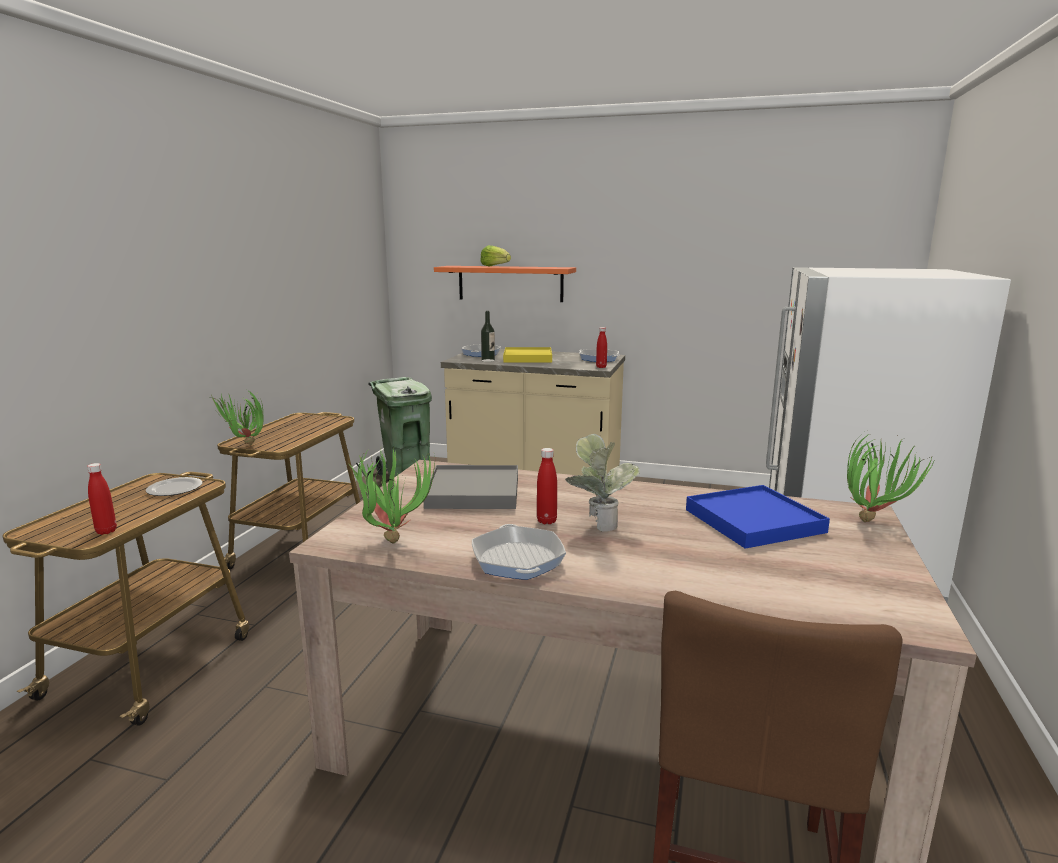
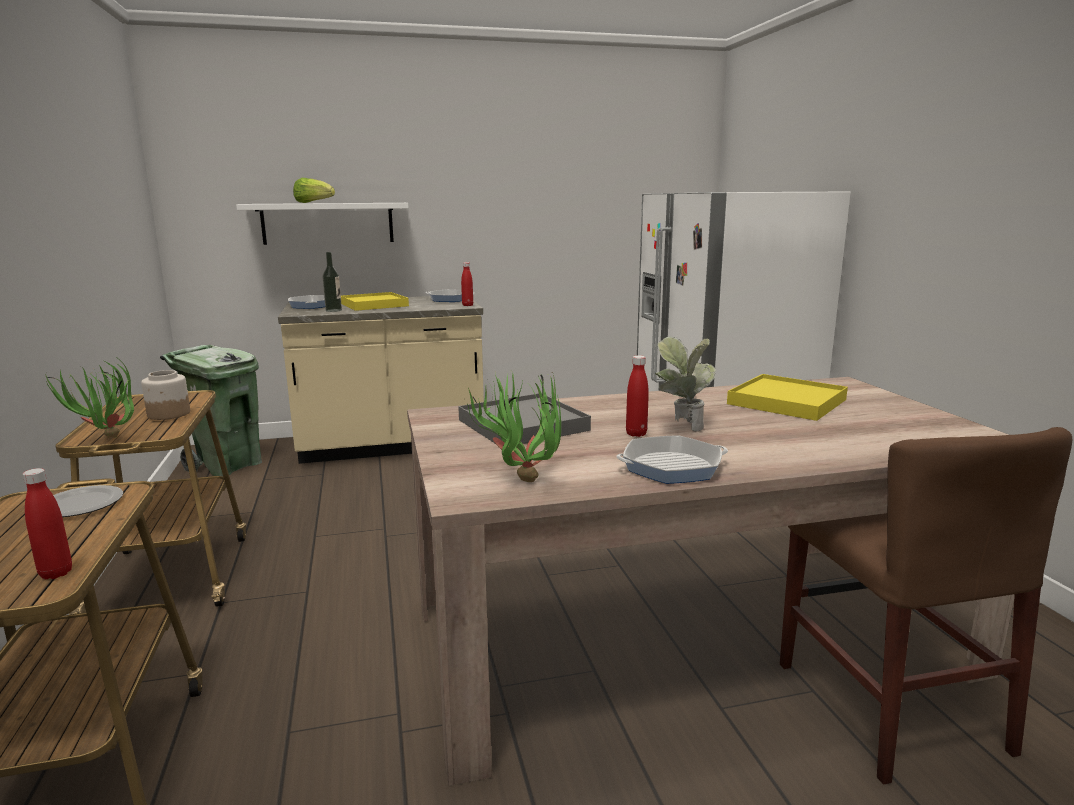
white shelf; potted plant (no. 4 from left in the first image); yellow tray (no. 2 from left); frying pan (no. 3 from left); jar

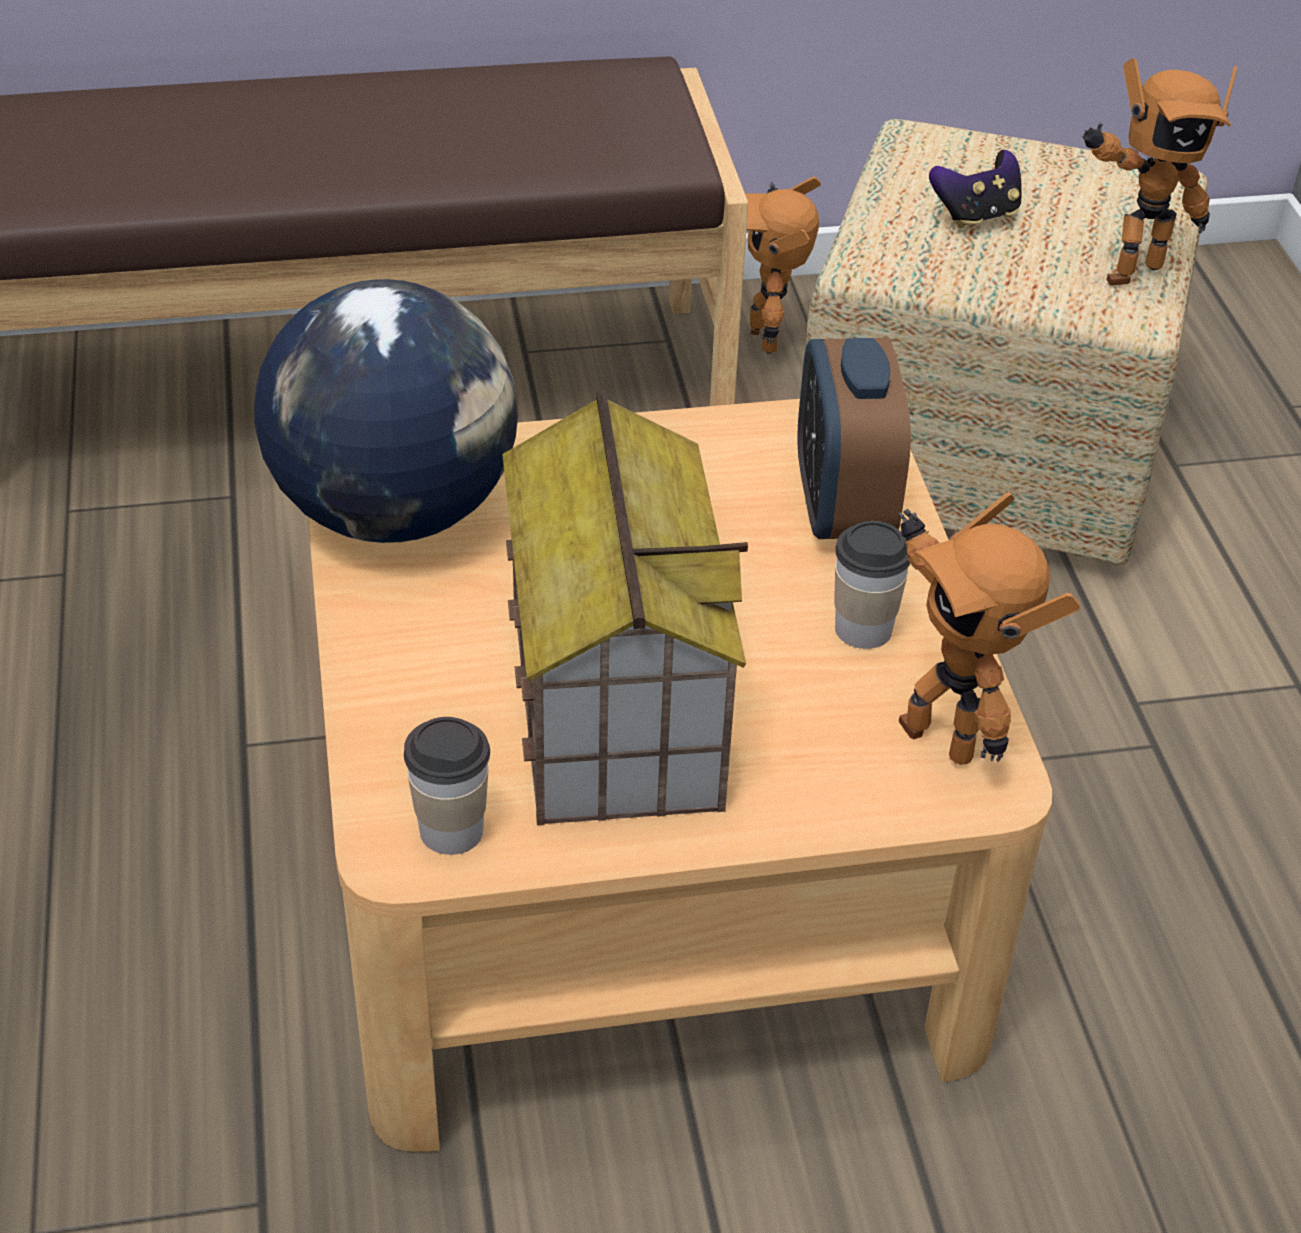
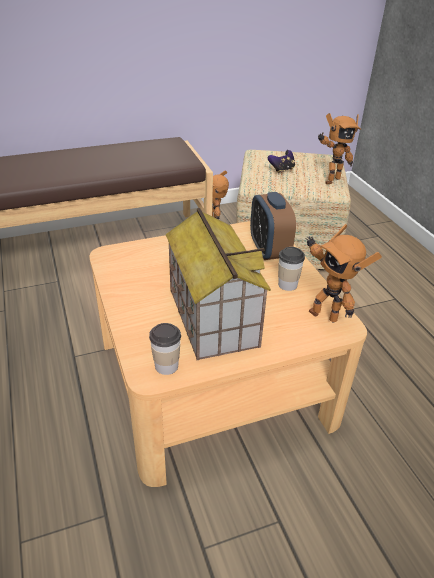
globe

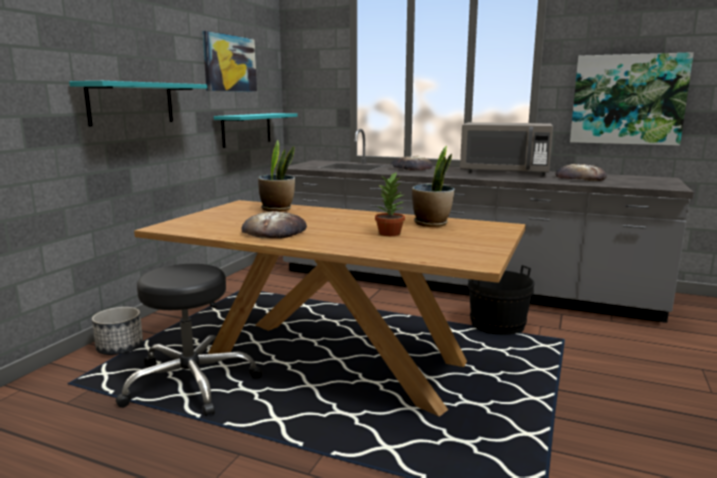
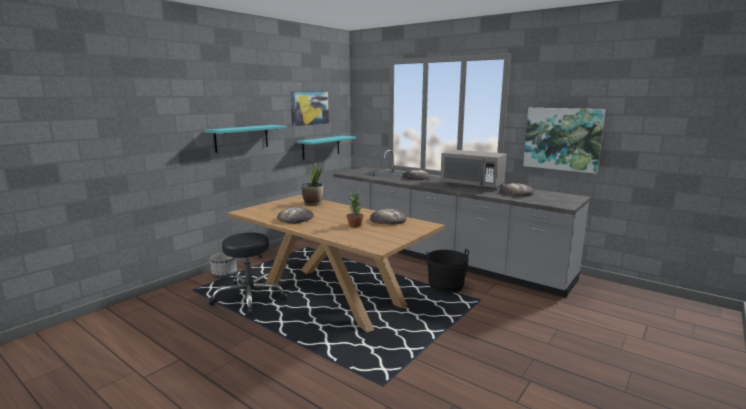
bread (no. 2 from left)

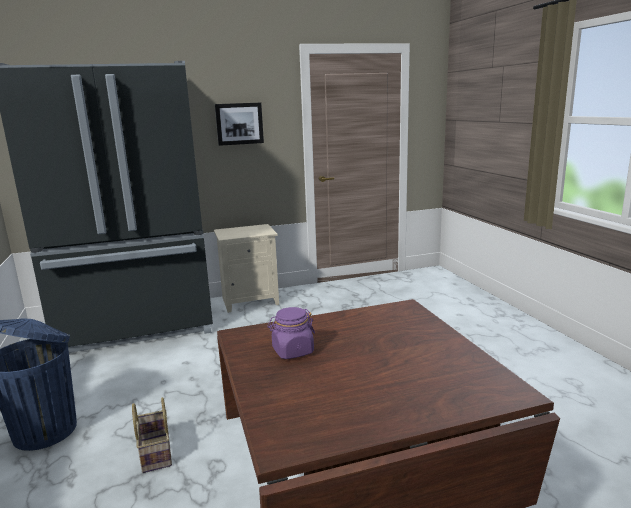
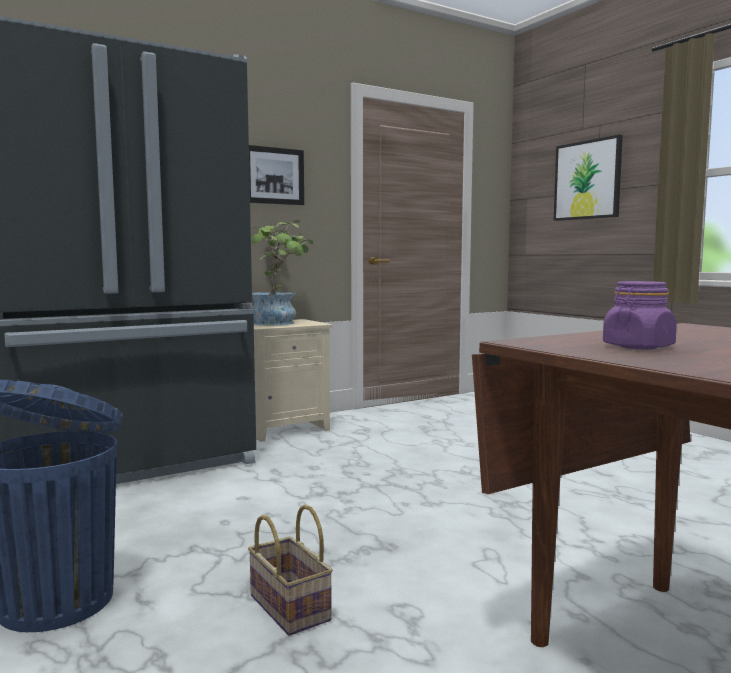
picture (no. 2 from left); potted plant

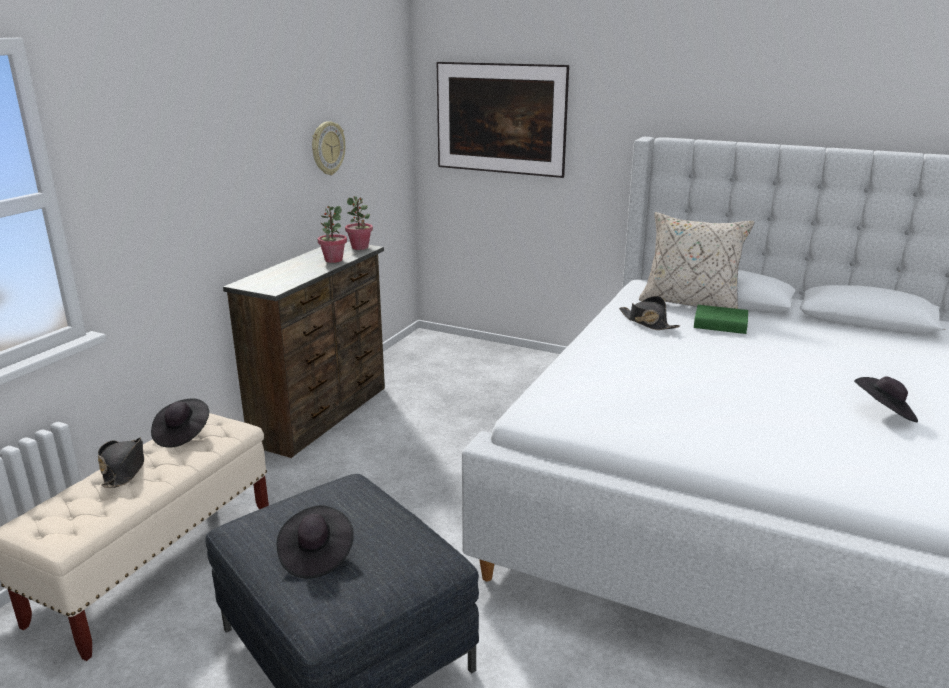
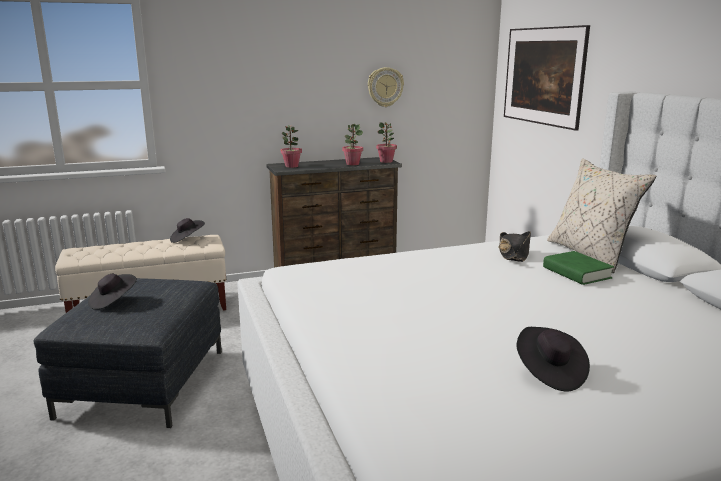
black hat (no. 1 from left in the first image); potted plant (no. 1 from left)

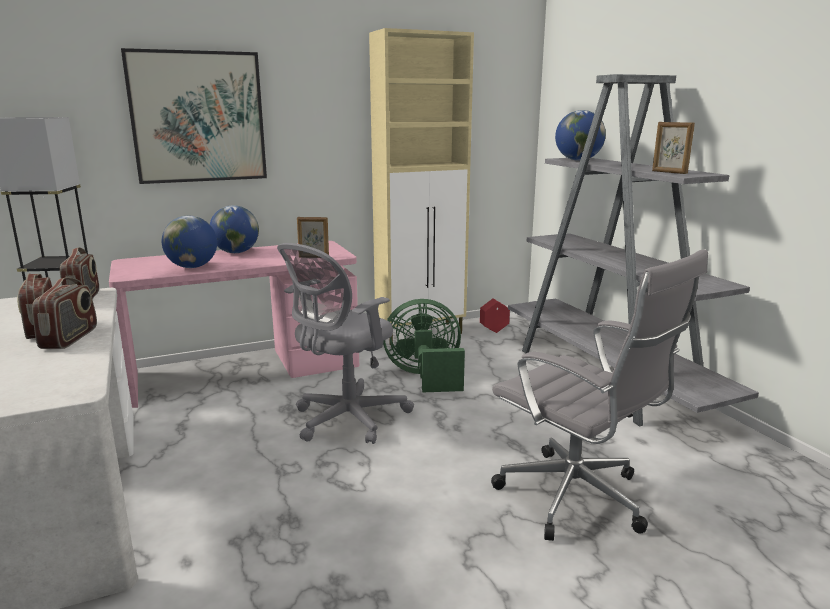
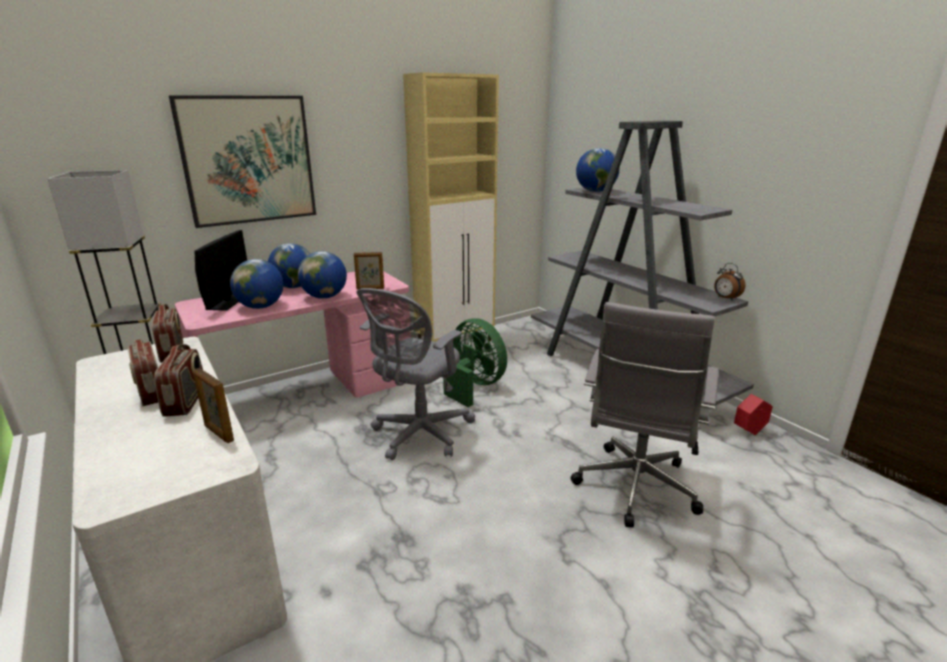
picture frame (no. 1 from left); grey office chair (no. 2 from left); red planter; green fan; monitor; globe (no. 3 from left); alarm clock

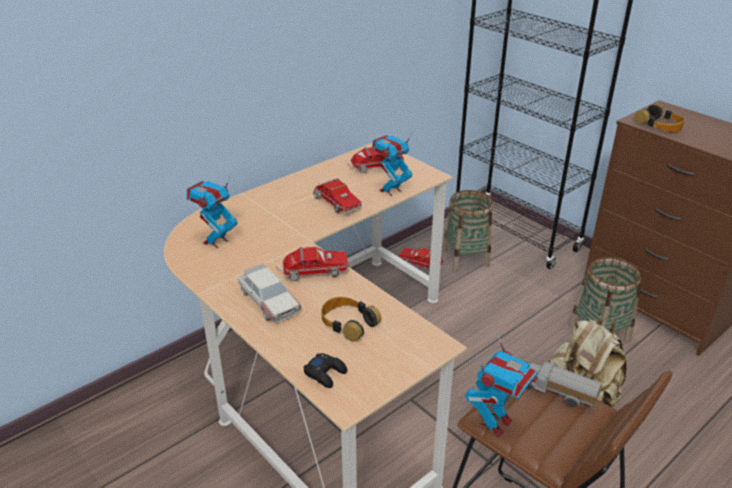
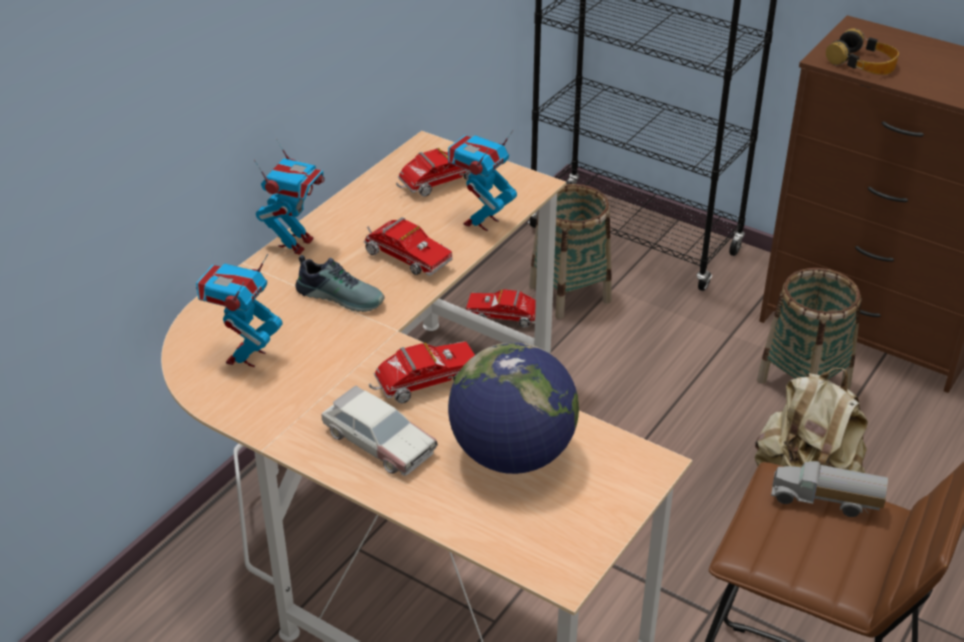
globe; toy robot (no. 2 from left); black game controller; shoe

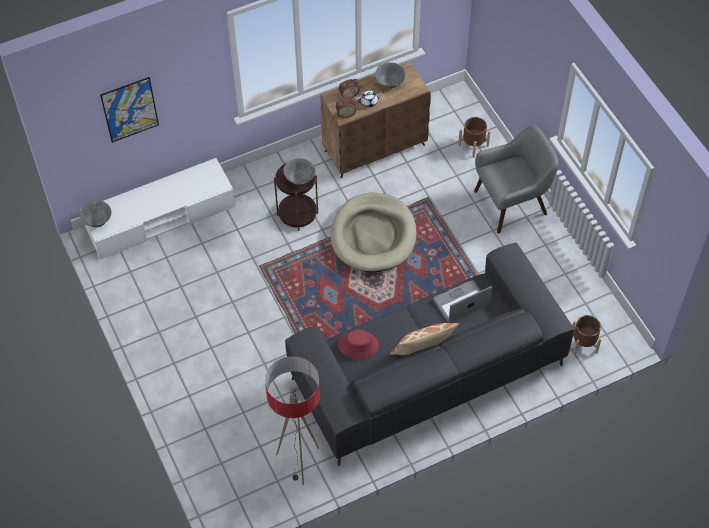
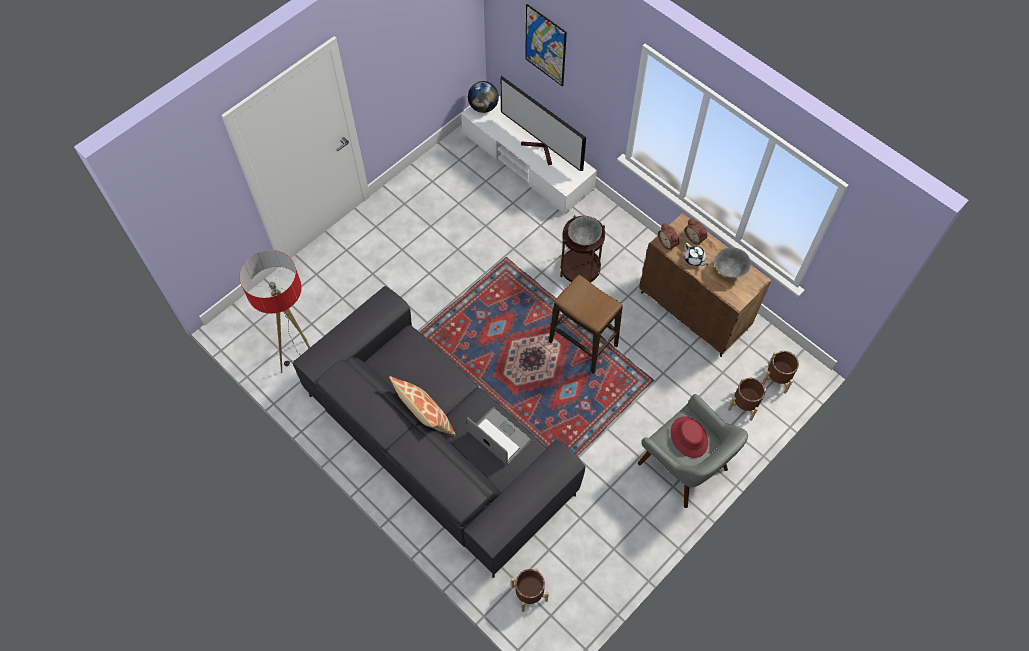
stool; globe; red hat; television; brown planter (no. 3 from left)

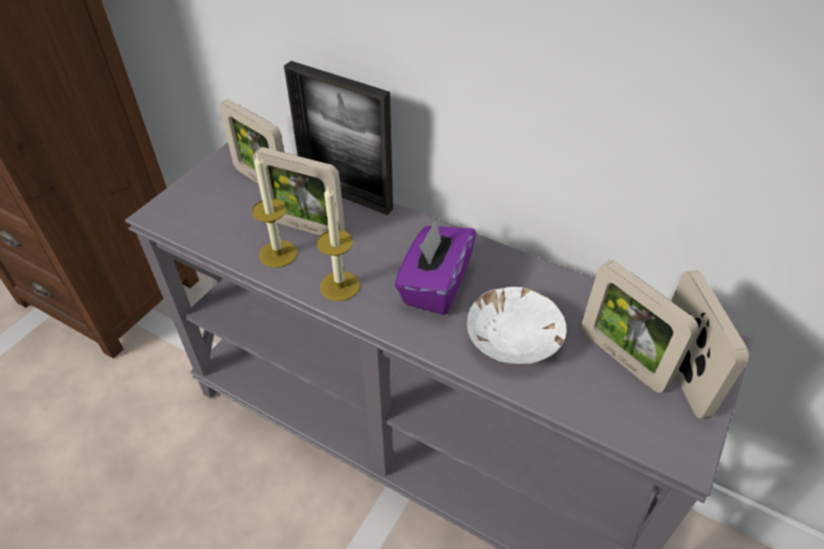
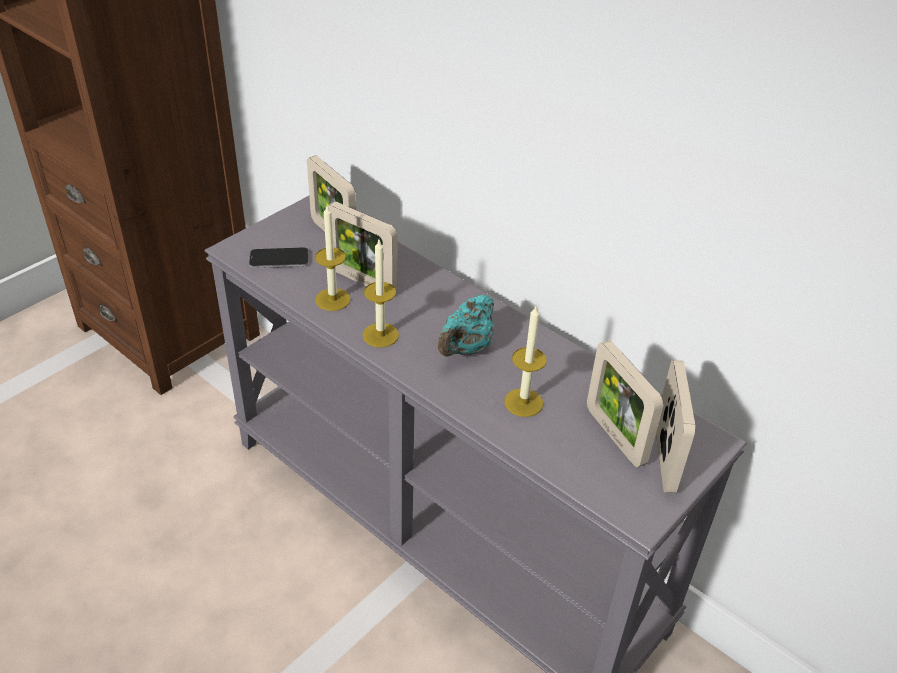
picture frame (no. 3 from left in the first image); turquoise teapot; candle (no. 3 from left); phone

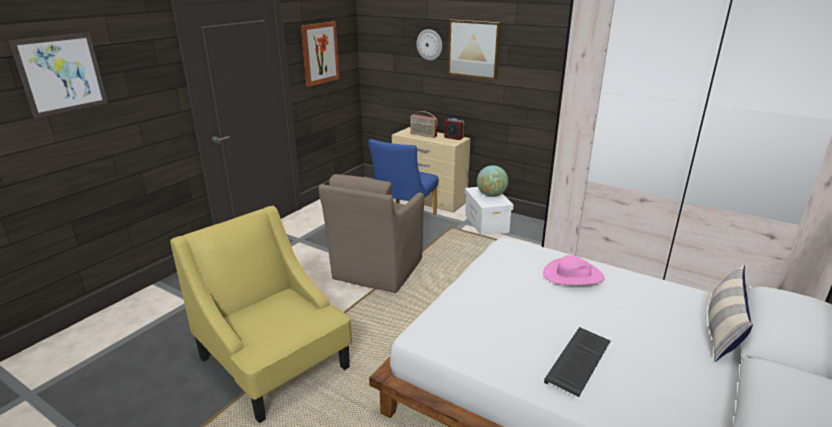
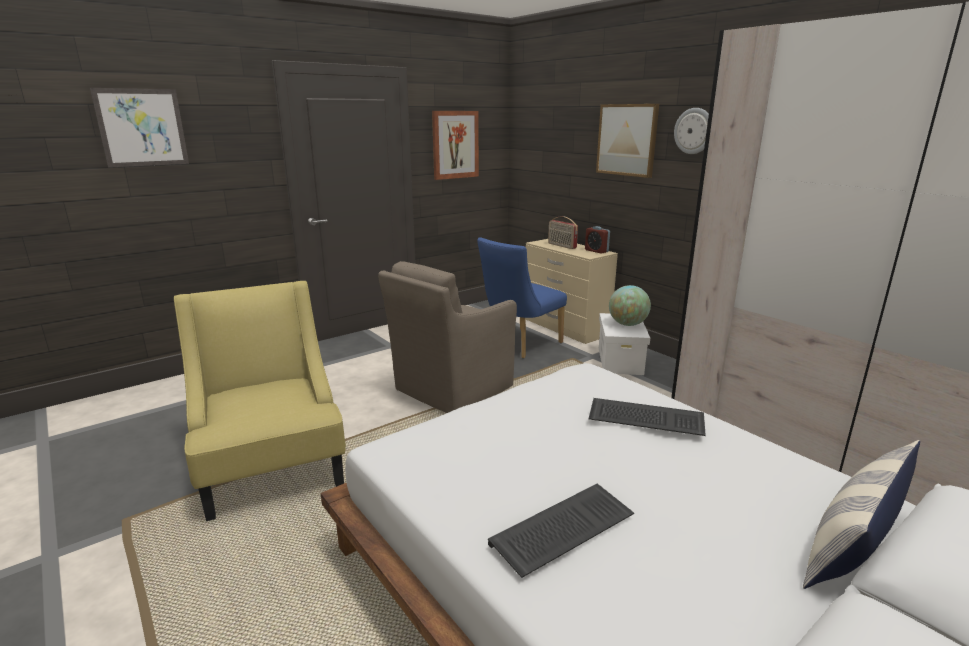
wall clock; keyboard (no. 2 from left)

